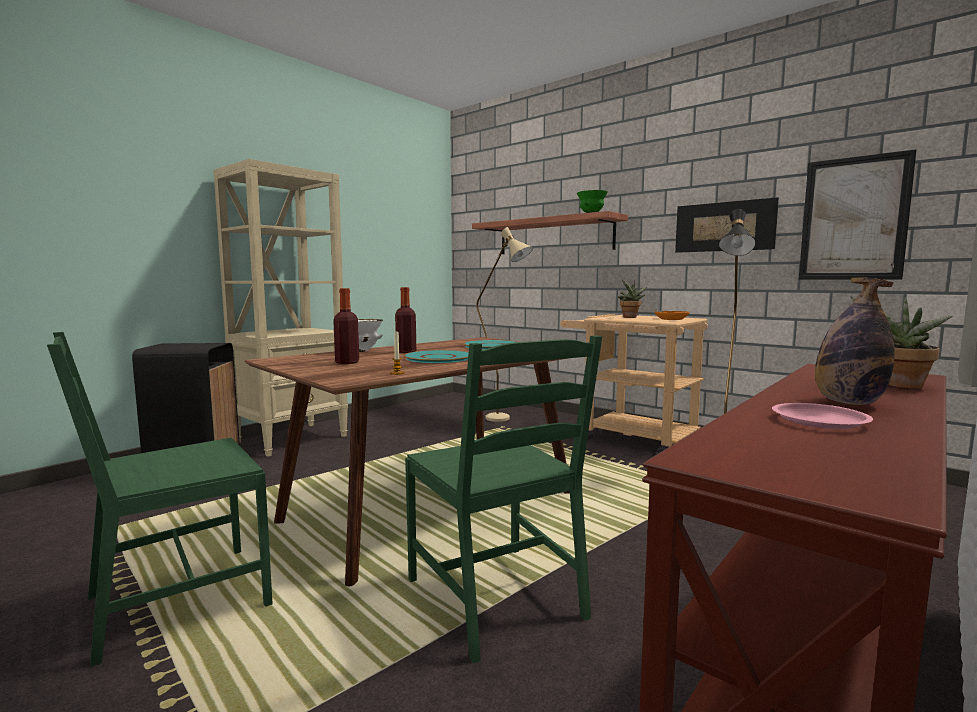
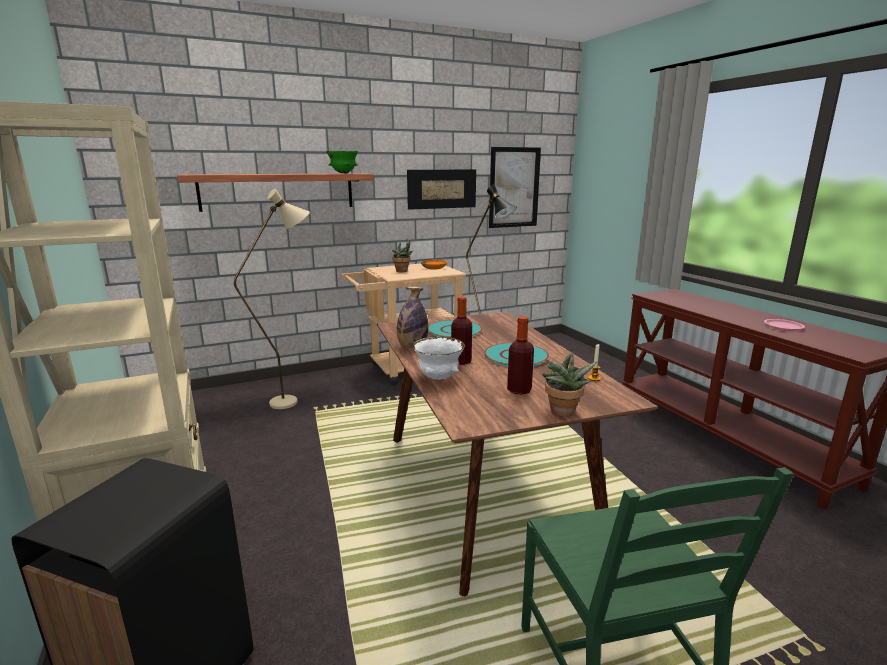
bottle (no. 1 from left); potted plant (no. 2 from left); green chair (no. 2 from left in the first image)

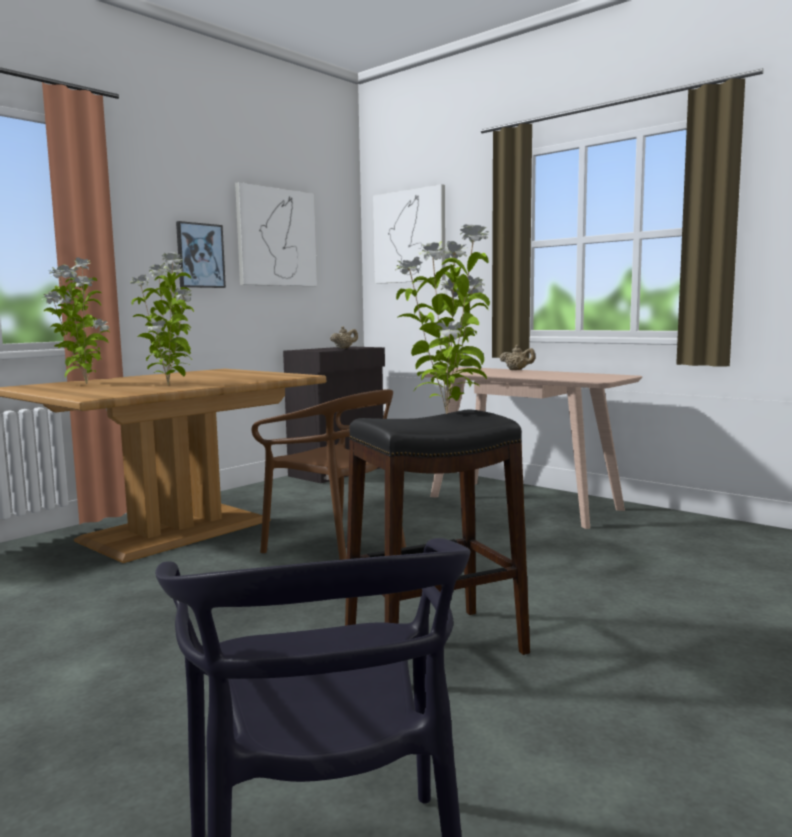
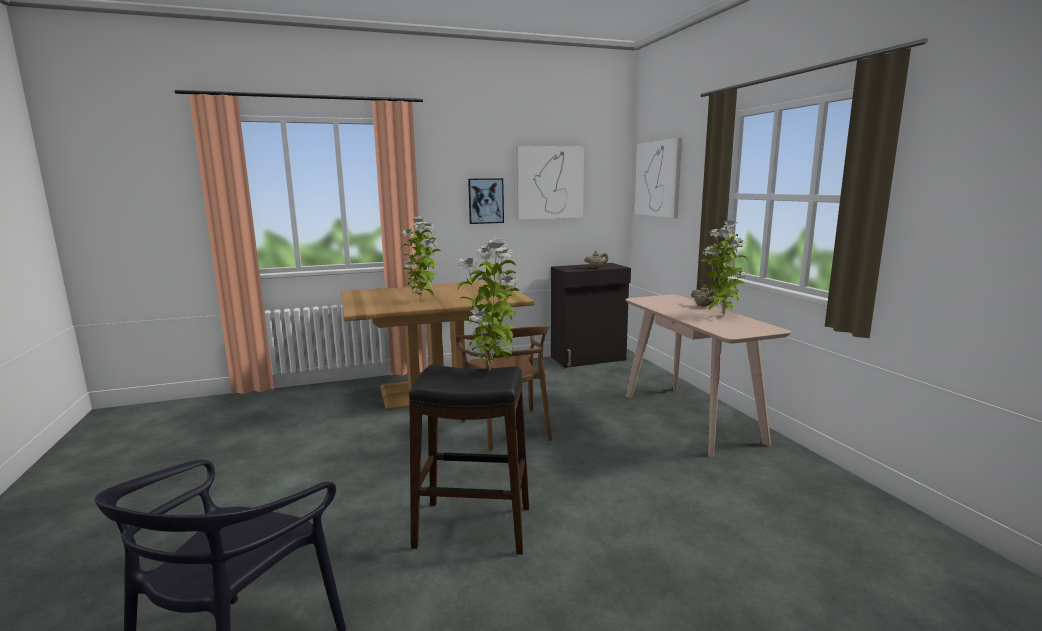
potted plant (no. 3 from left)

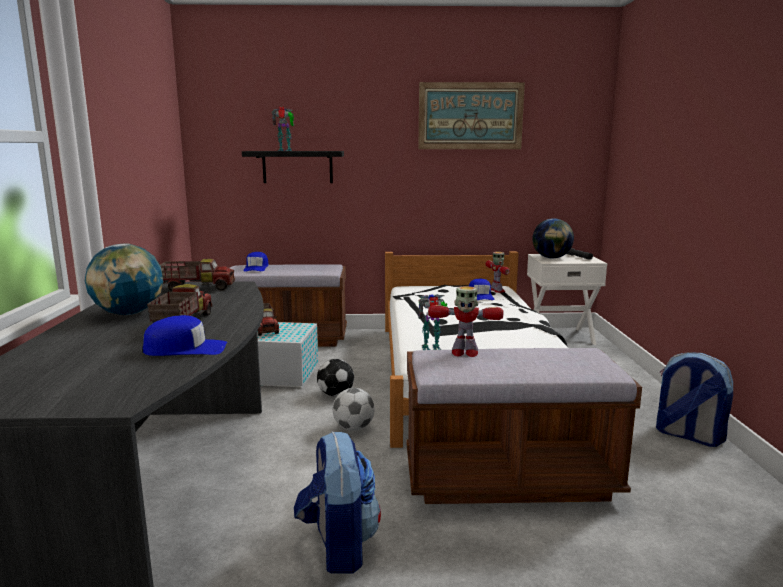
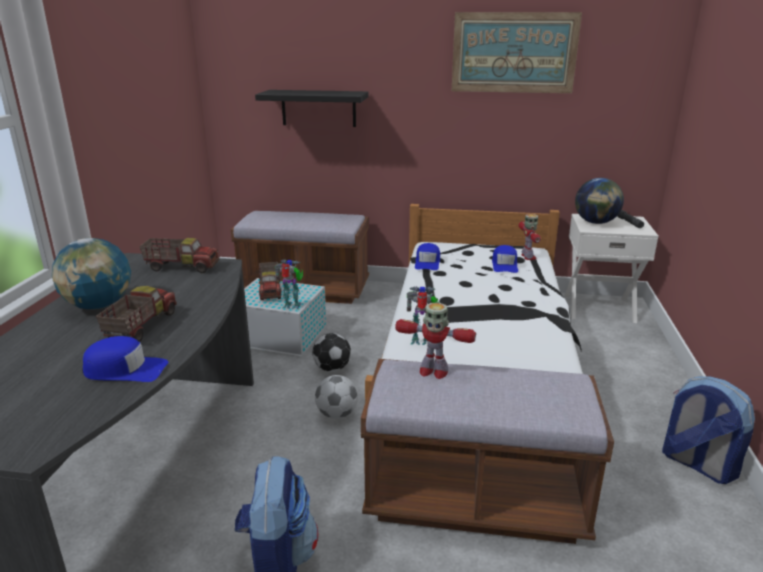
toy robot (no. 1 from left); blue cap (no. 2 from left)

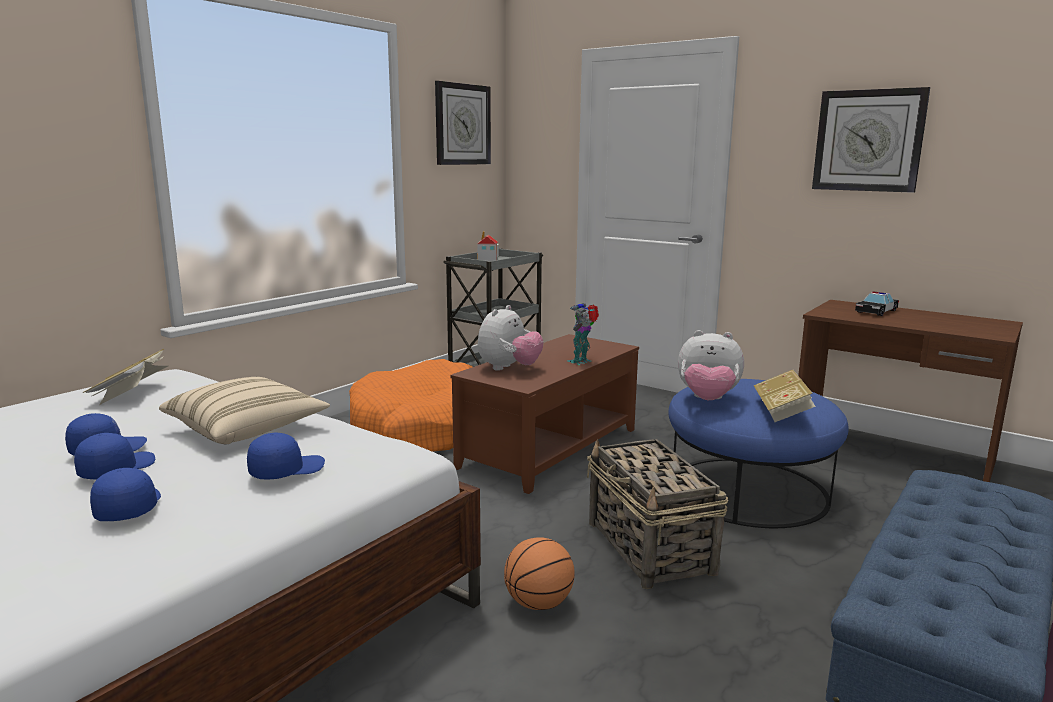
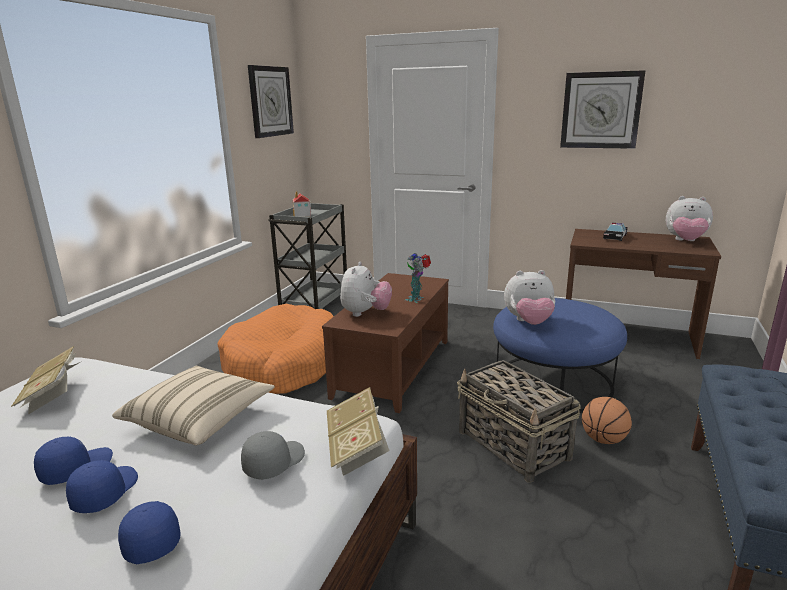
book (no. 2 from left); grey cap; basketball; plush toy (no. 3 from left)

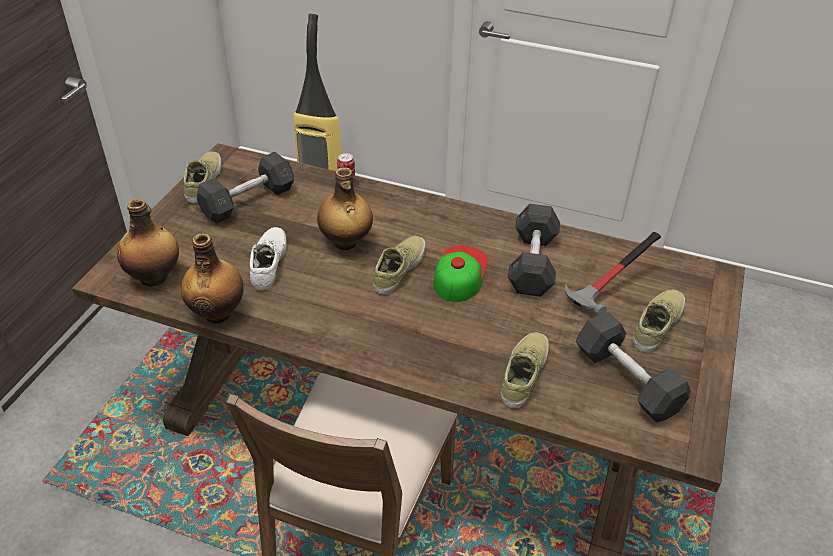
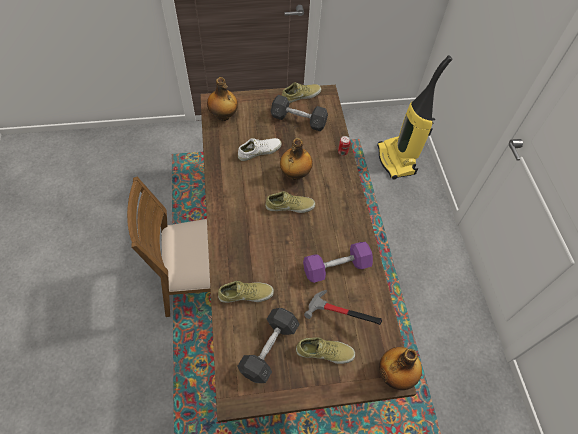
purple dumbbell; bottle (no. 3 from left); cap

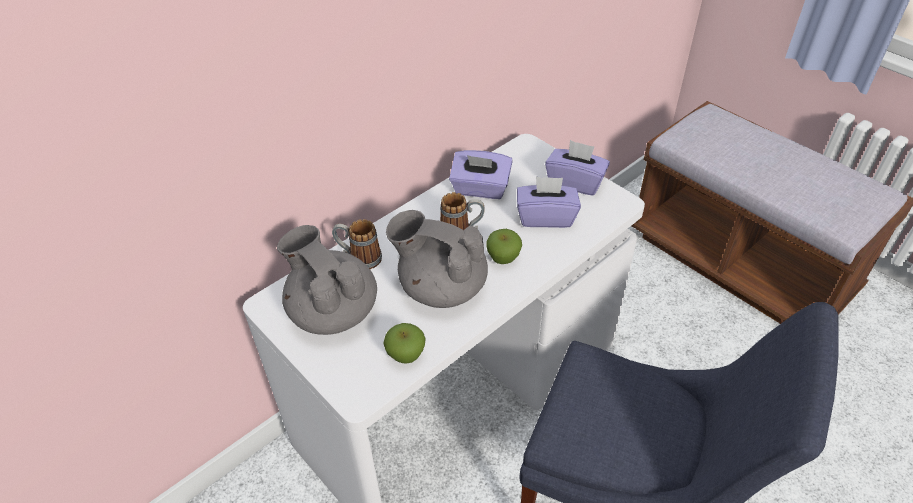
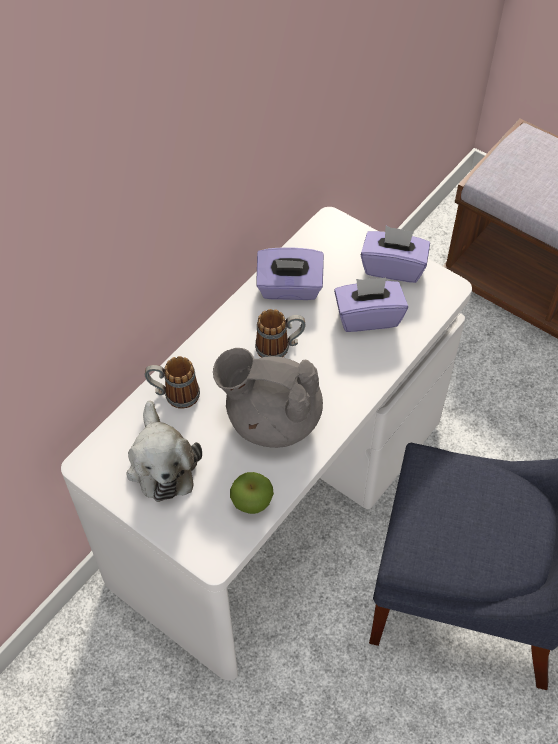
plush toy; apple (no. 2 from left in the first image)

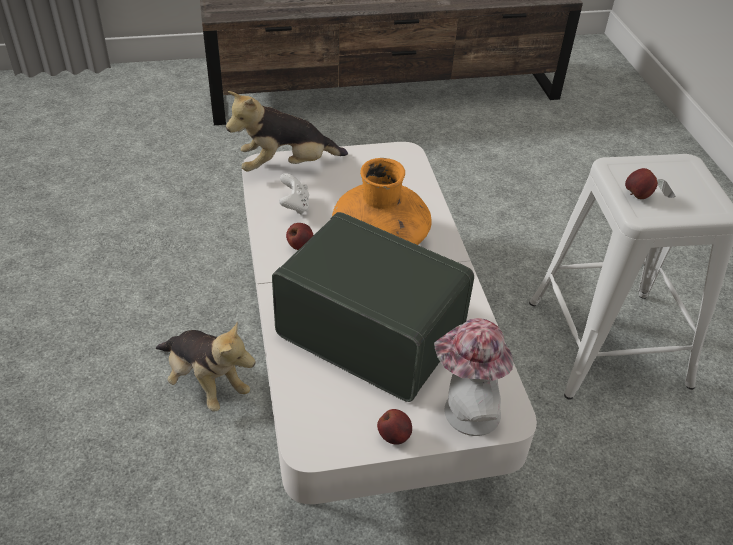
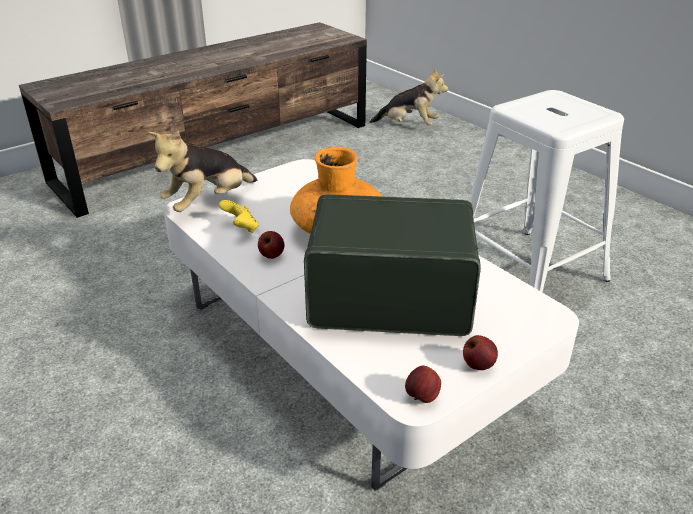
apple (no. 2 from left); yellow game controller; hat; plush toy (no. 2 from left)

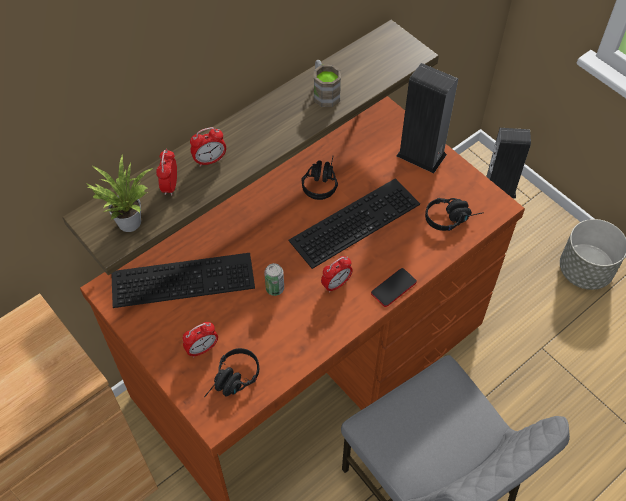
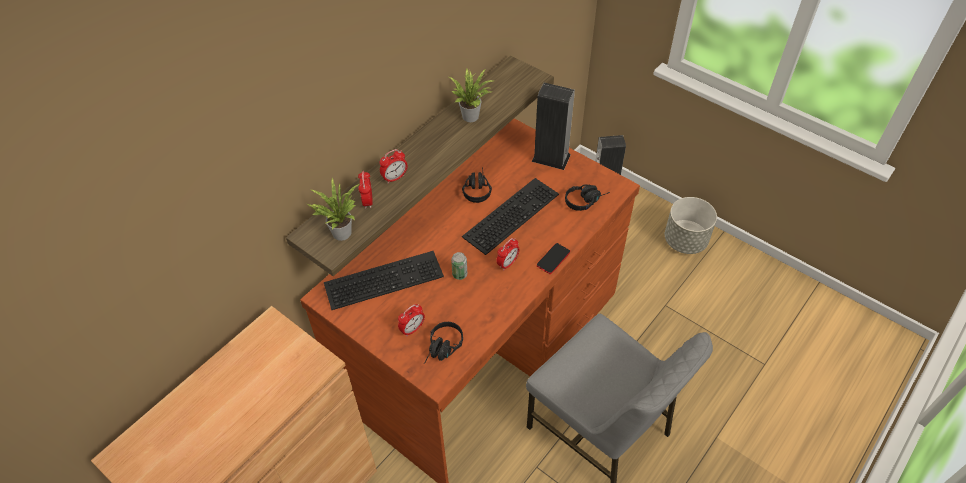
potted plant (no. 2 from left)

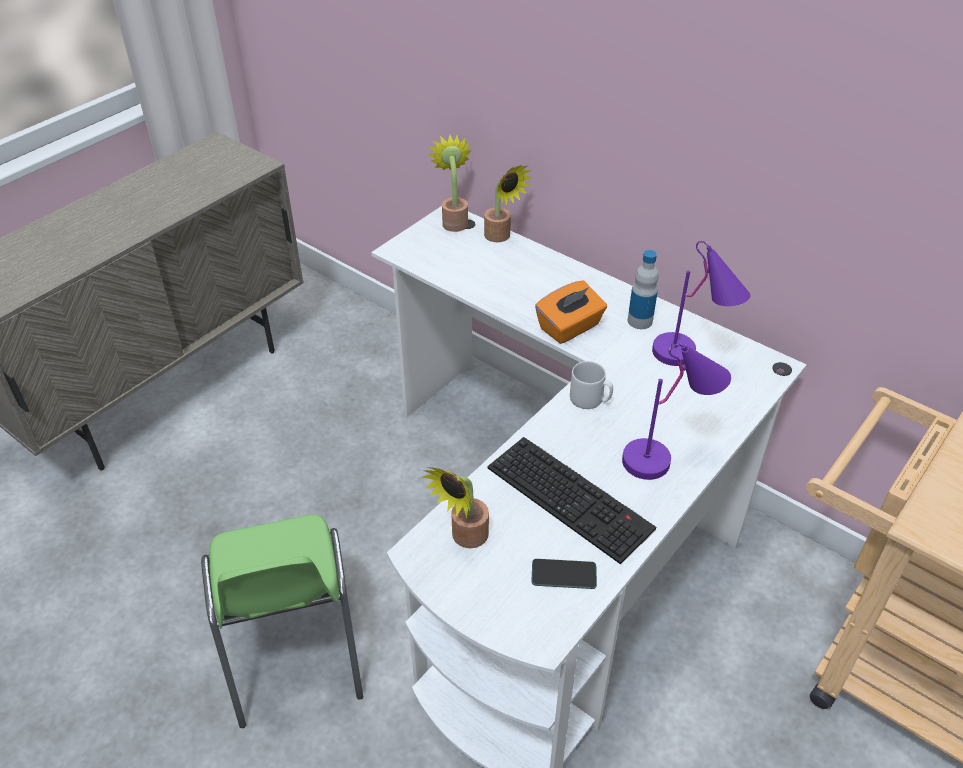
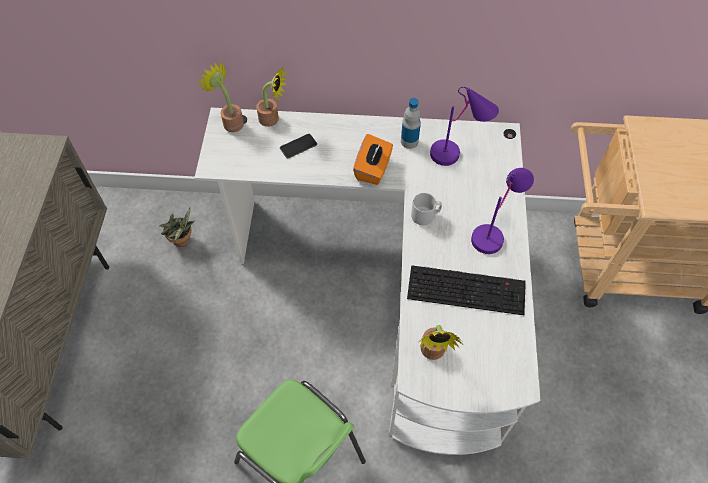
phone; potted plant (no. 1 from left)

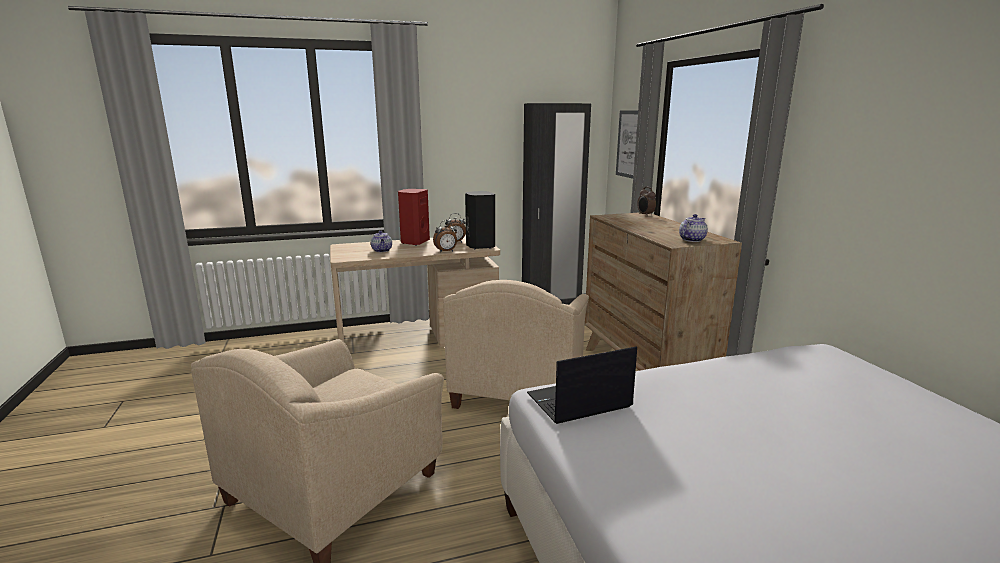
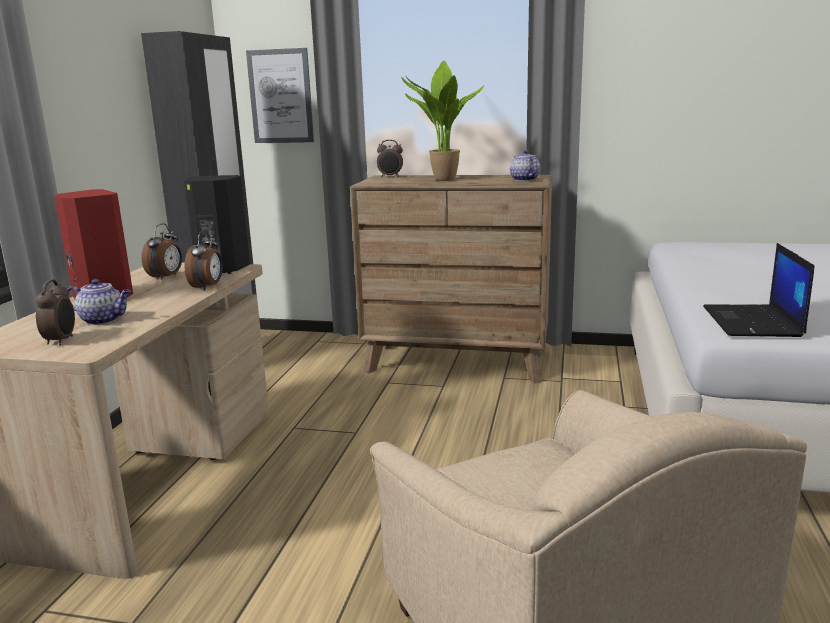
beige armchair (no. 2 from left in the first image); potted plant; alarm clock (no. 1 from left)

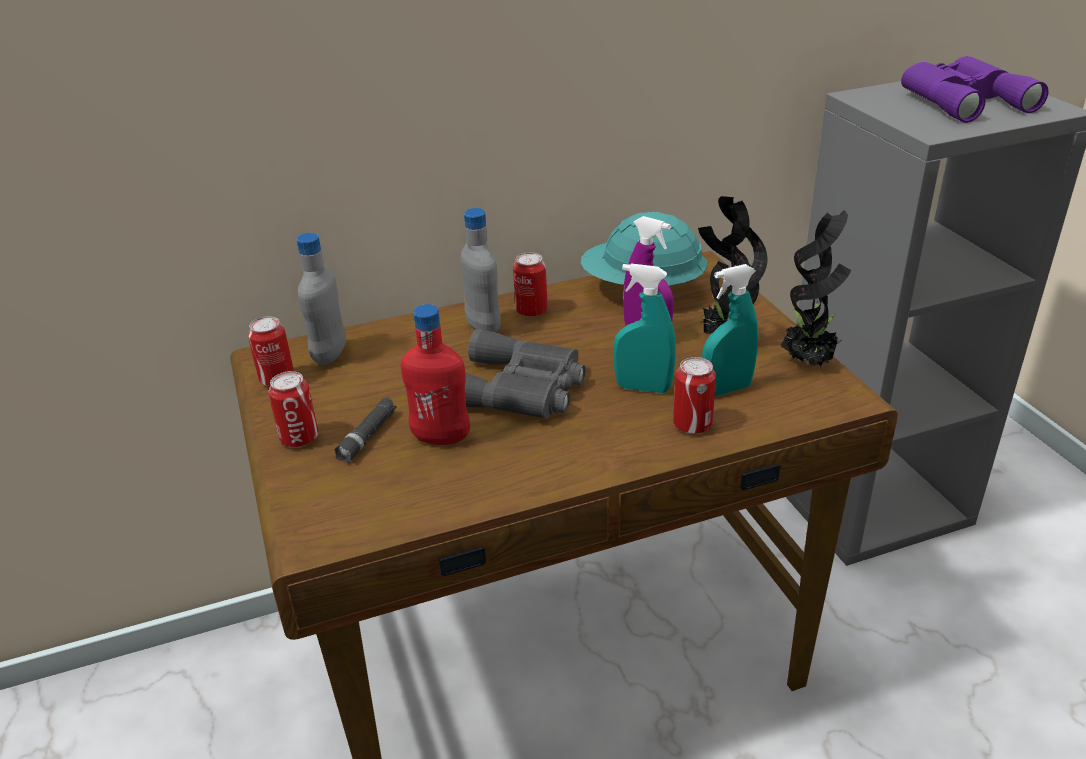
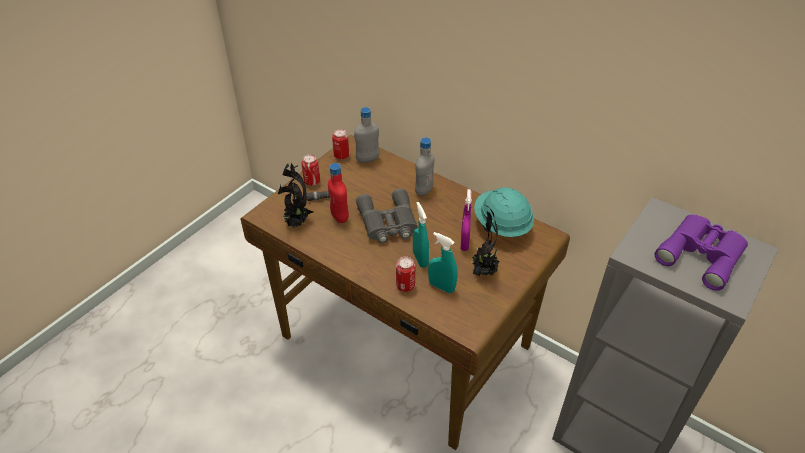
potted plant (no. 1 from left); can (no. 3 from left in the first image)

